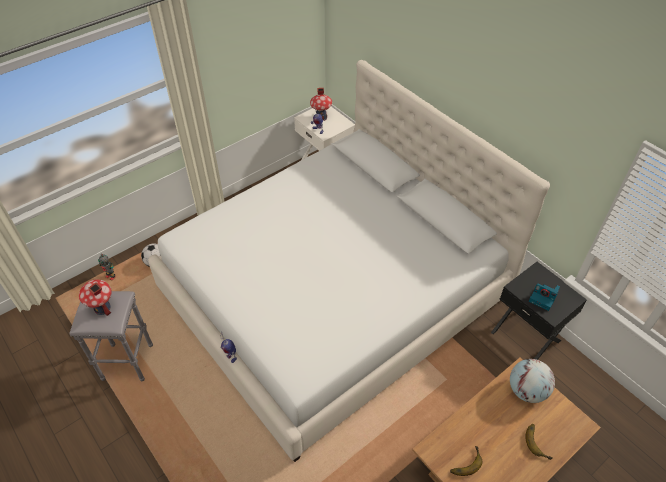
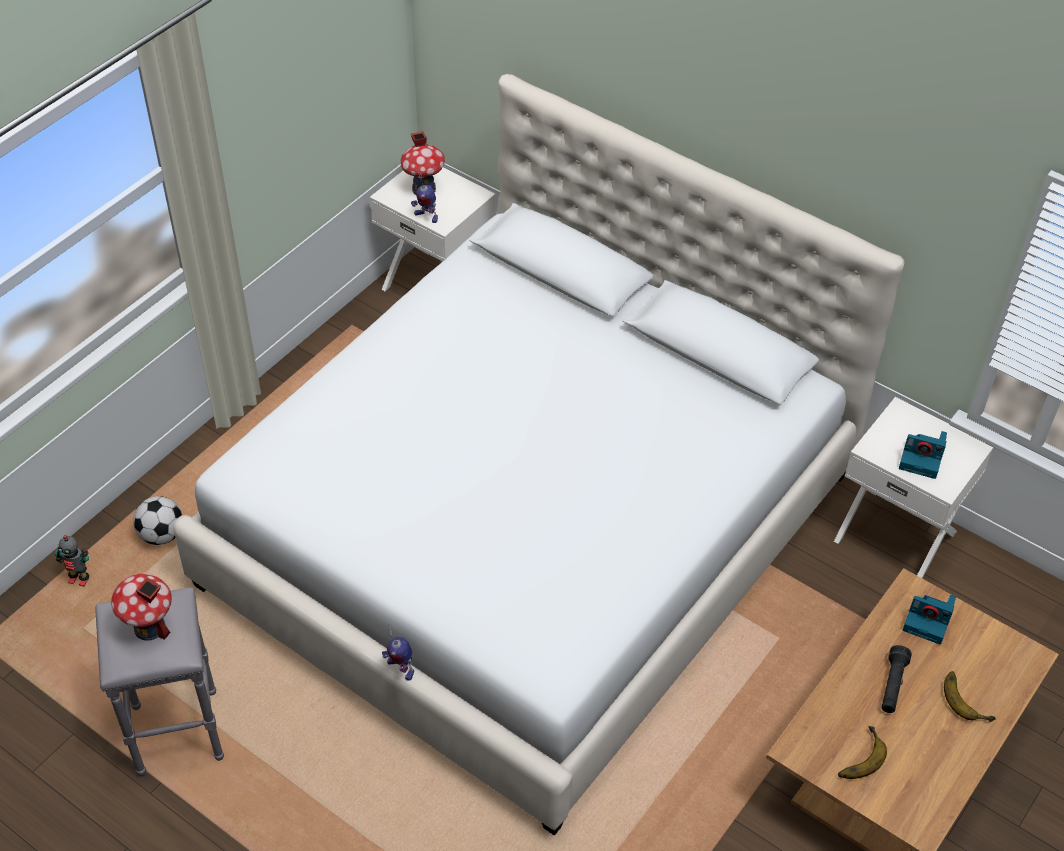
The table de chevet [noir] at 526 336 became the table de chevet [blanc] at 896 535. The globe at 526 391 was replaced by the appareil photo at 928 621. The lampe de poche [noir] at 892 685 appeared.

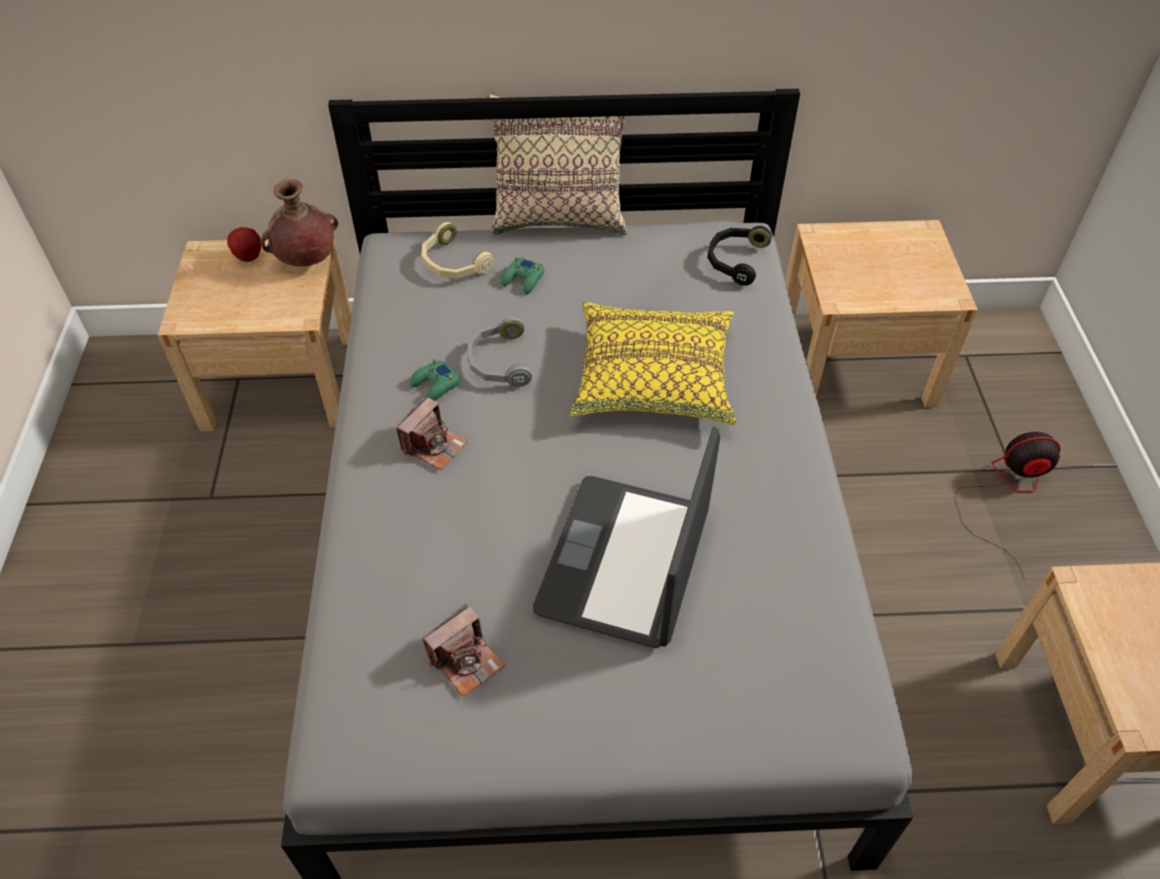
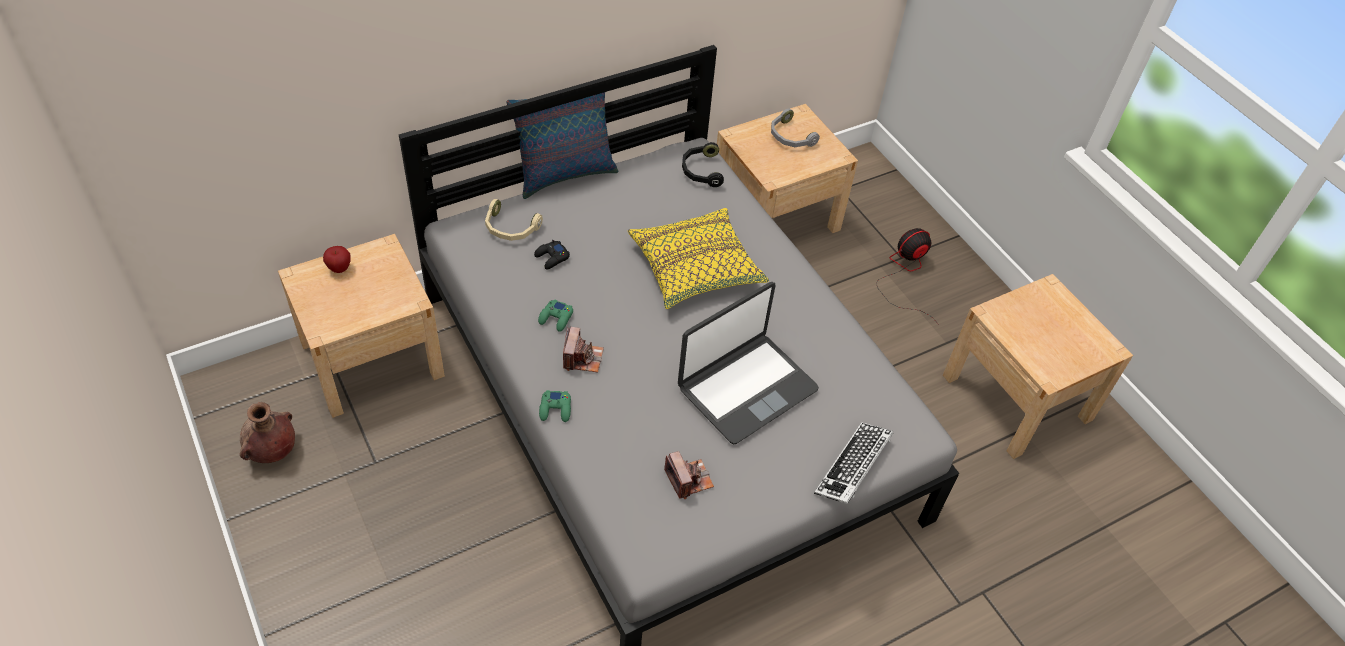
The vase [marron] moved from 306 260 to 272 451. The appareil photo at 466 661 turned 45 degrees counterclockwise. The casque audio [gris] moved from 498 362 to 790 137. The coussin [beige] at 559 222 became the coussin [bleu] at 565 175. The manette [vert] moved from 523 280 to 555 409. The ordinateur portable at 626 562 turned 120 degrees counterclockwise. The manette [noir] at 552 258 appeared. The clavier at 853 466 appeared.

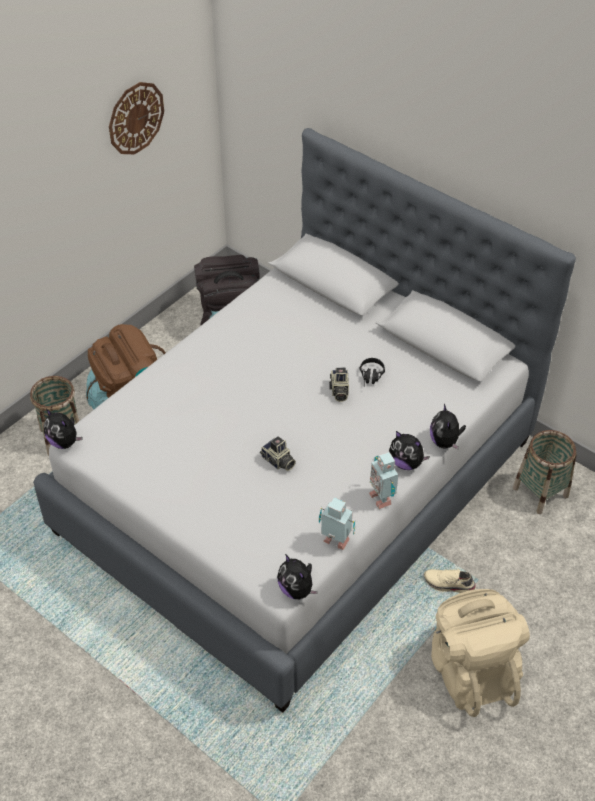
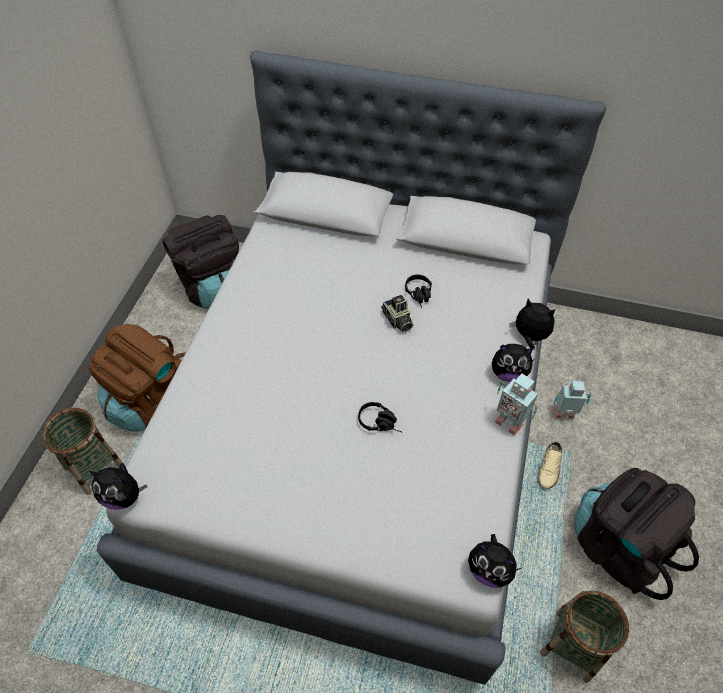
The horloge murale at 135 118 disappeared. The appareil photo at 278 461 was replaced by the casque audio [noir] at 381 423. The robot jouet moved from 336 543 to 564 415. The chaussure [beige] at 448 585 turned 60 degrees counterclockwise. The peluche at 445 442 turned 150 degrees clockwise. The sac à dos [beige] at 471 670 became the sac à dos [noir] at 619 546. The panier moved from 540 492 to 572 645.

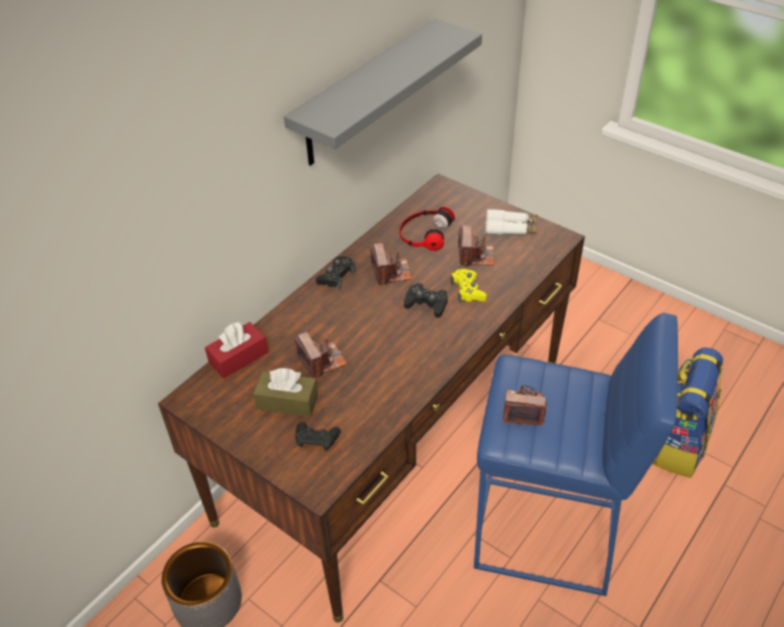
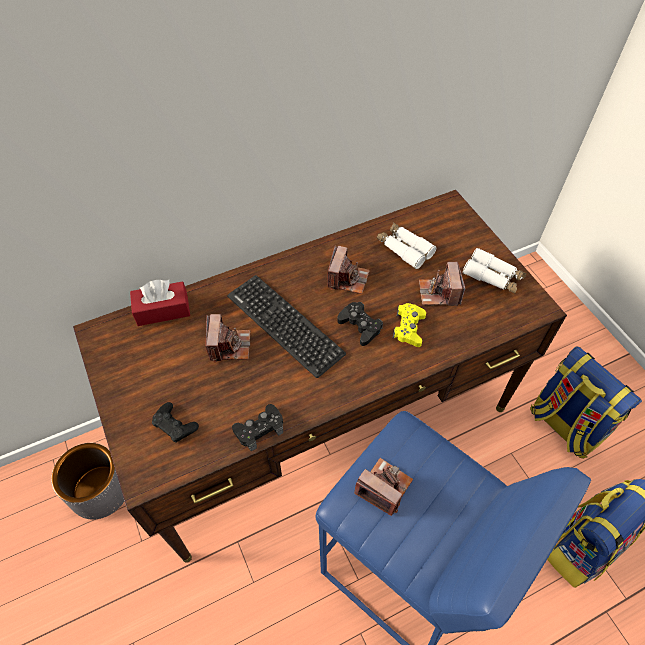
The boîte à mouchoirs [marron] at 287 401 disappeared. The étagère [gris] at 366 94 disappeared. The manette [noir] moved from 336 276 to 259 429. The casque audio at 424 233 was replaced by the jumelles [blanc] at 404 249. The appareil photo at 475 256 turned 150 degrees clockwise. The clavier at 284 325 appeared. The sac à dos at 564 425 appeared.

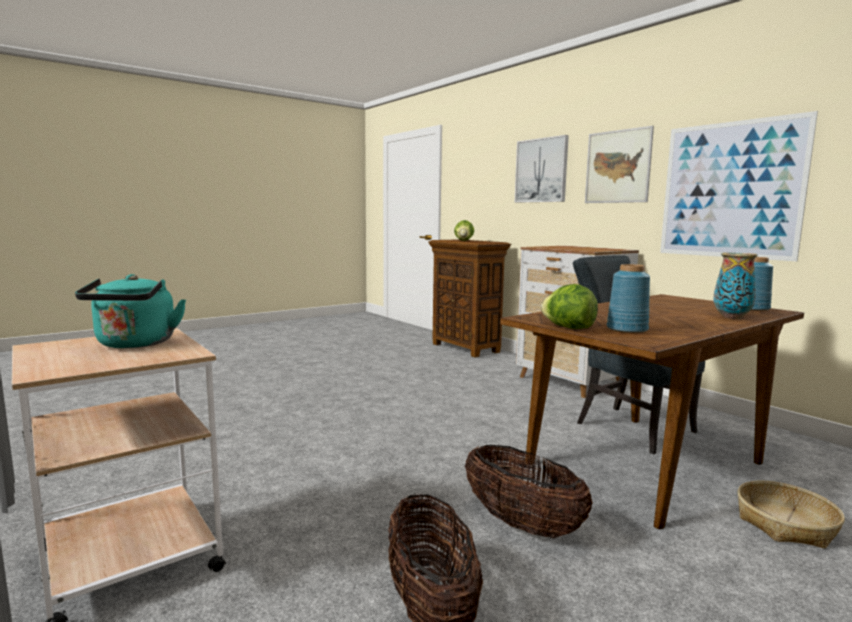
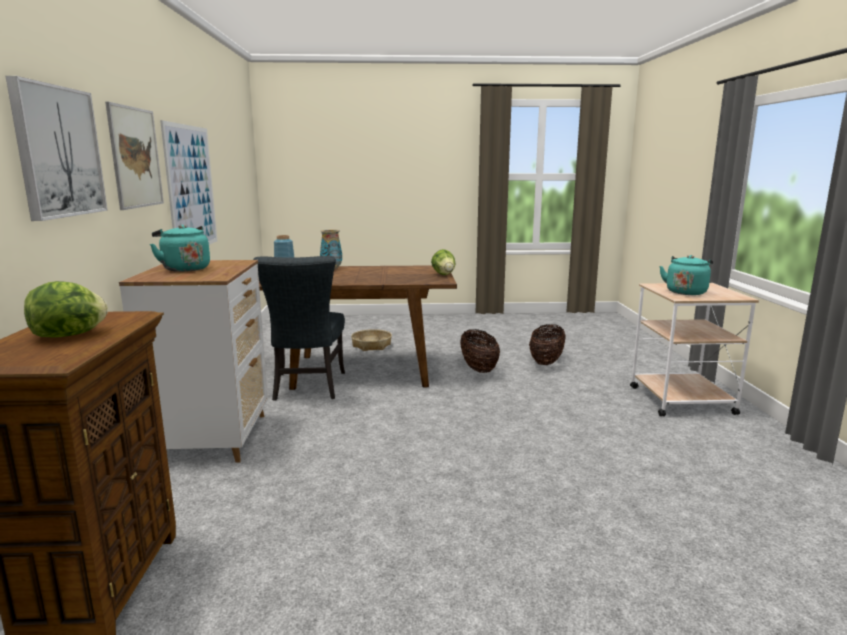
The vase [bleu] at 626 329 disappeared. The bouilloire [turquoise] at 184 269 appeared.

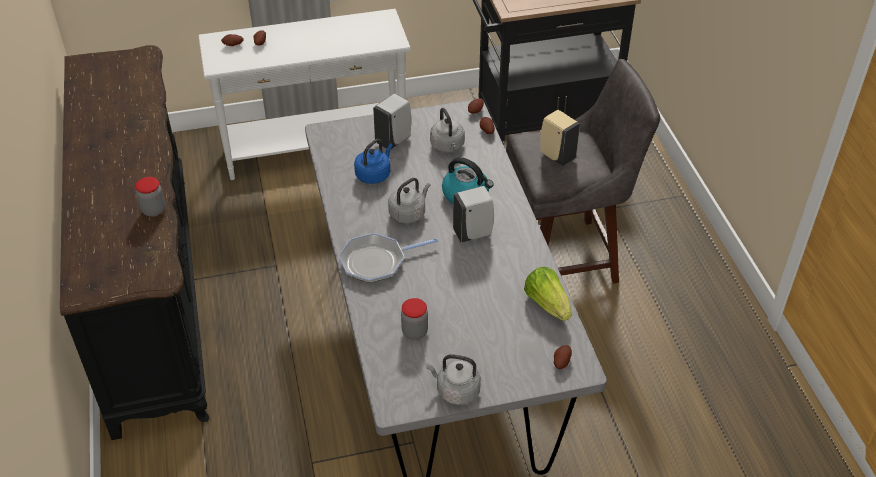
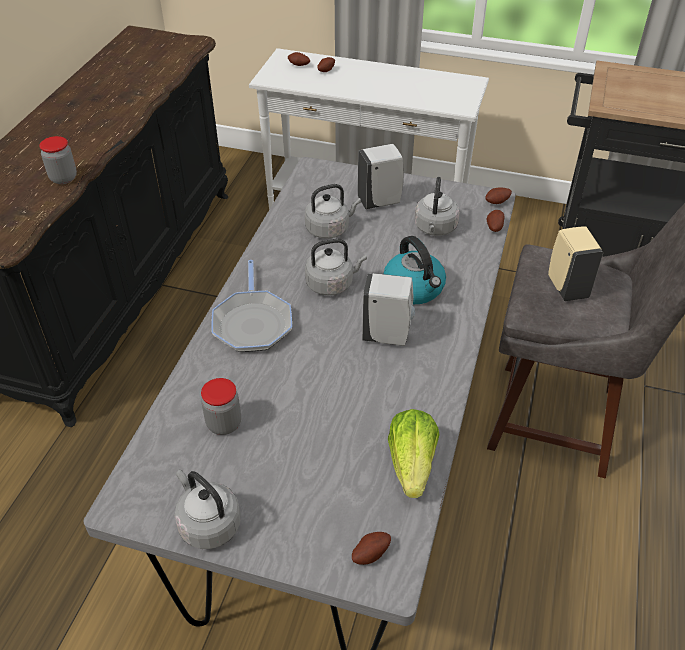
The poêle at 376 261 turned 105 degrees counterclockwise. The bouilloire [bleu] at 374 174 became the bouilloire [gris] at 329 229.

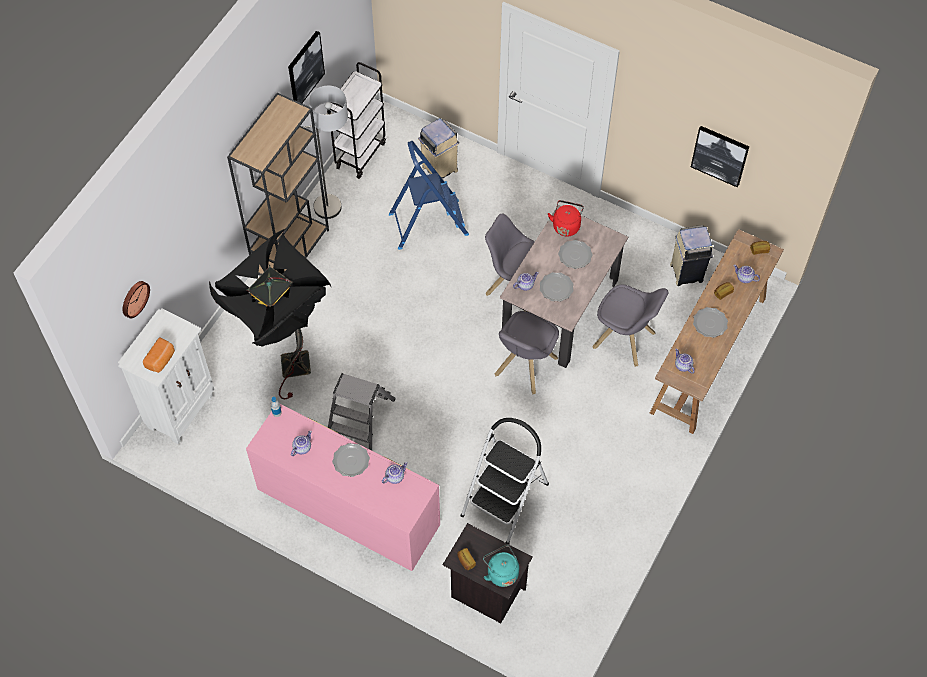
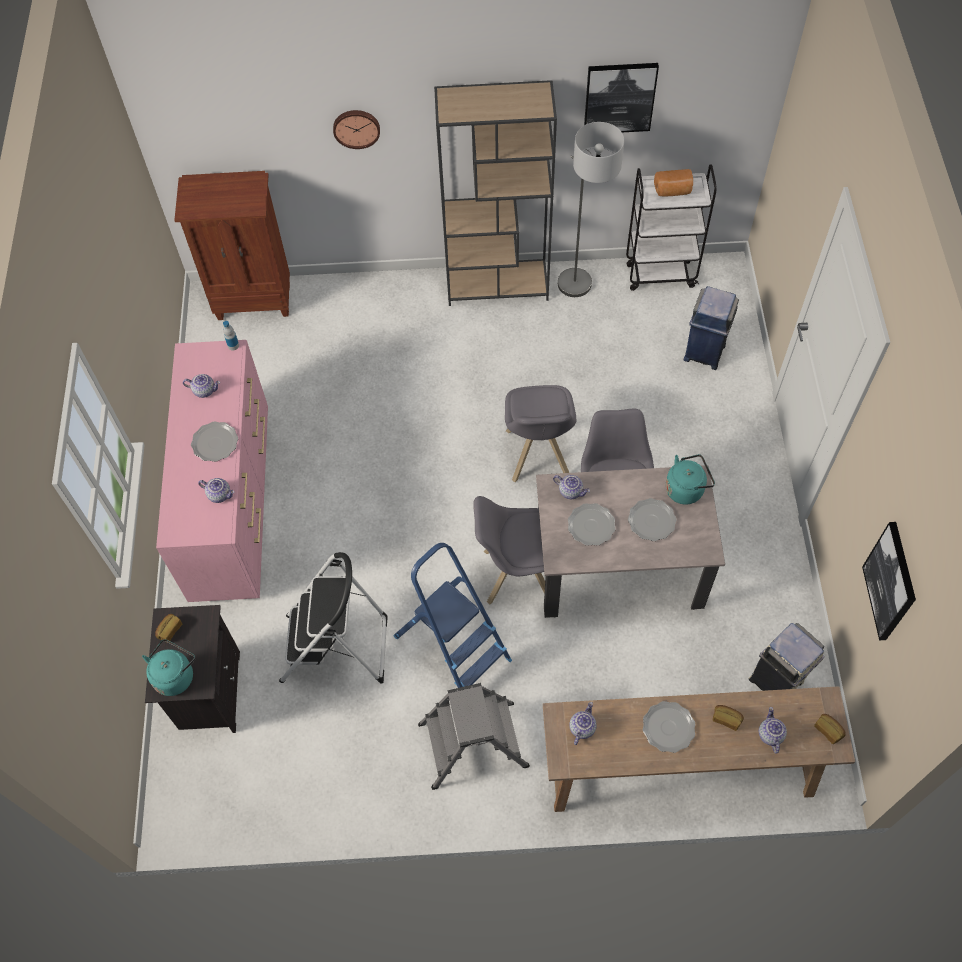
The meuble de rangement [blanc] at 182 412 became the meuble de rangement [marron] at 254 303. The horloge murale moved from 134 298 to 356 127. The pain moved from 161 360 to 673 191. The lampadaire [noir] at 286 365 disappeared. The escabeau [gris] moved from 360 420 to 473 744. The escabeau [bleu] moved from 429 224 to 453 648. The poubelle [beige] at 439 168 became the poubelle [bleu] at 704 351. The bouilloire [rouge] at 566 225 became the bouilloire [turquoise] at 686 489. The chaise [gris] moved from 624 340 to 538 454.

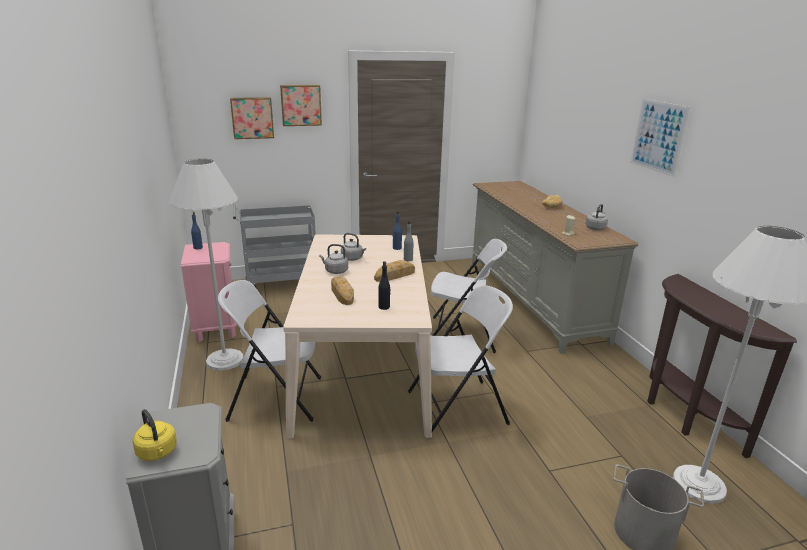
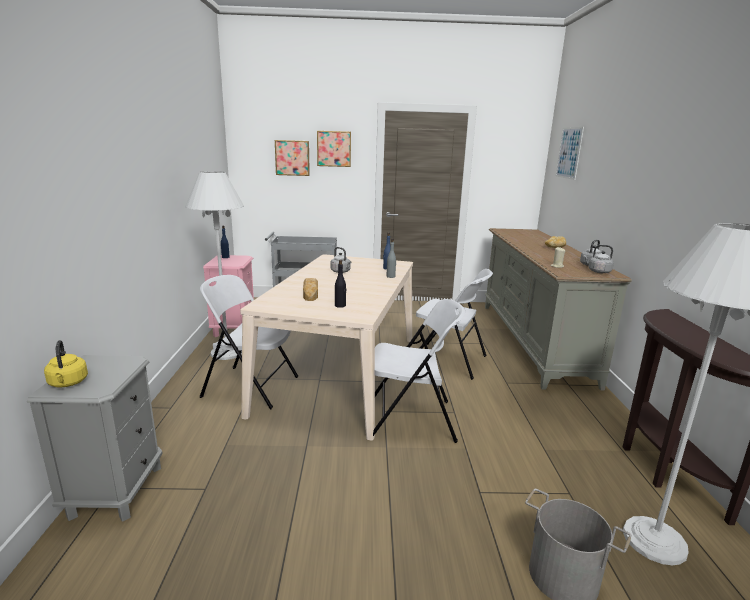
The bouilloire [gris] moved from 335 271 to 598 271. The pain at 395 275 disappeared. The tableau moved from 658 136 to 569 153.

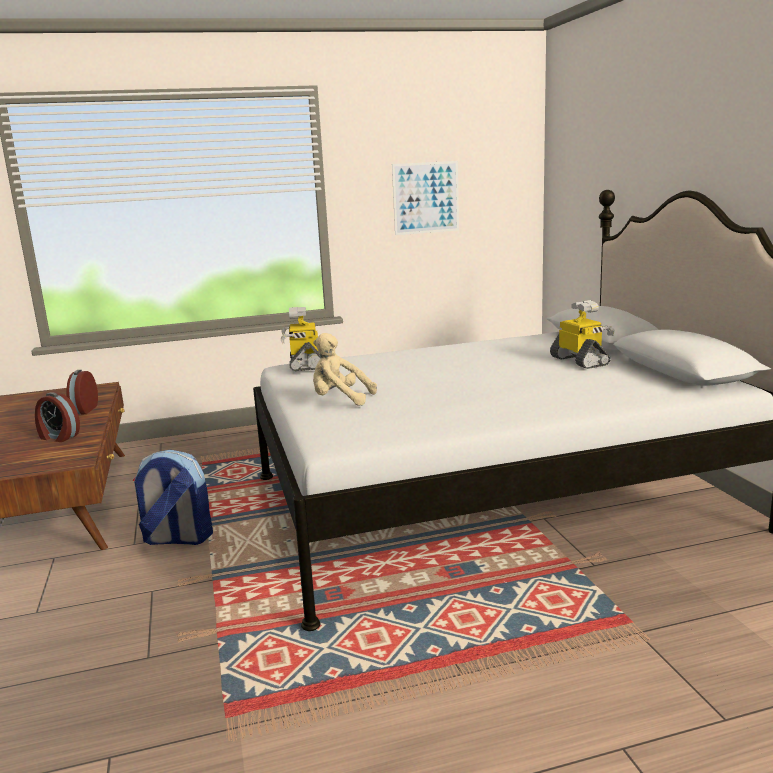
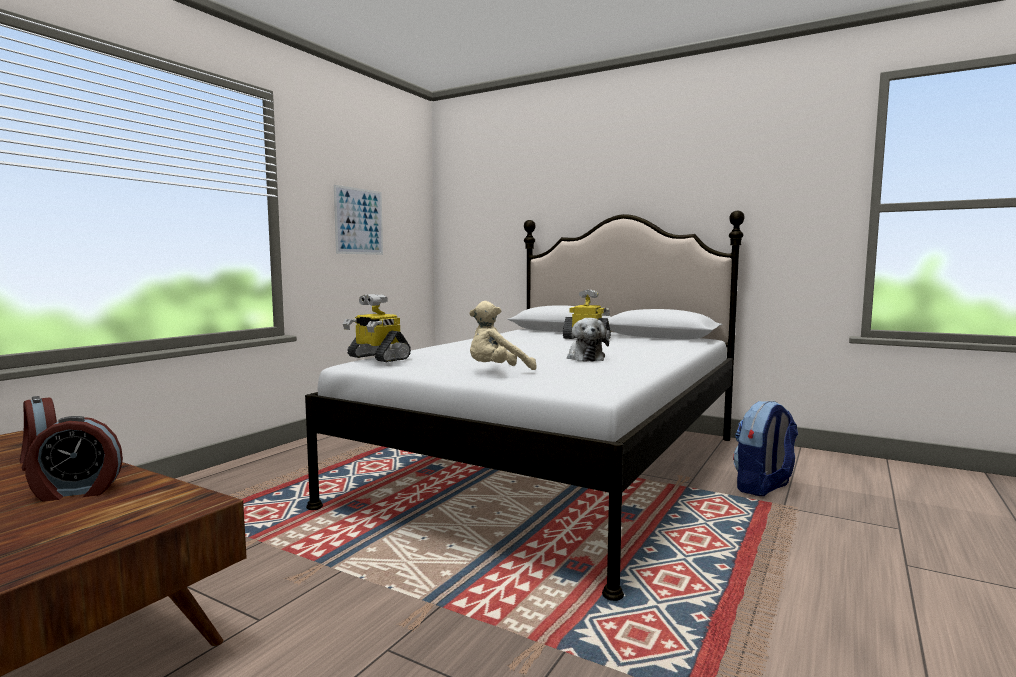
The sac à dos moved from 177 539 to 763 488. The peluche at 585 358 appeared.

